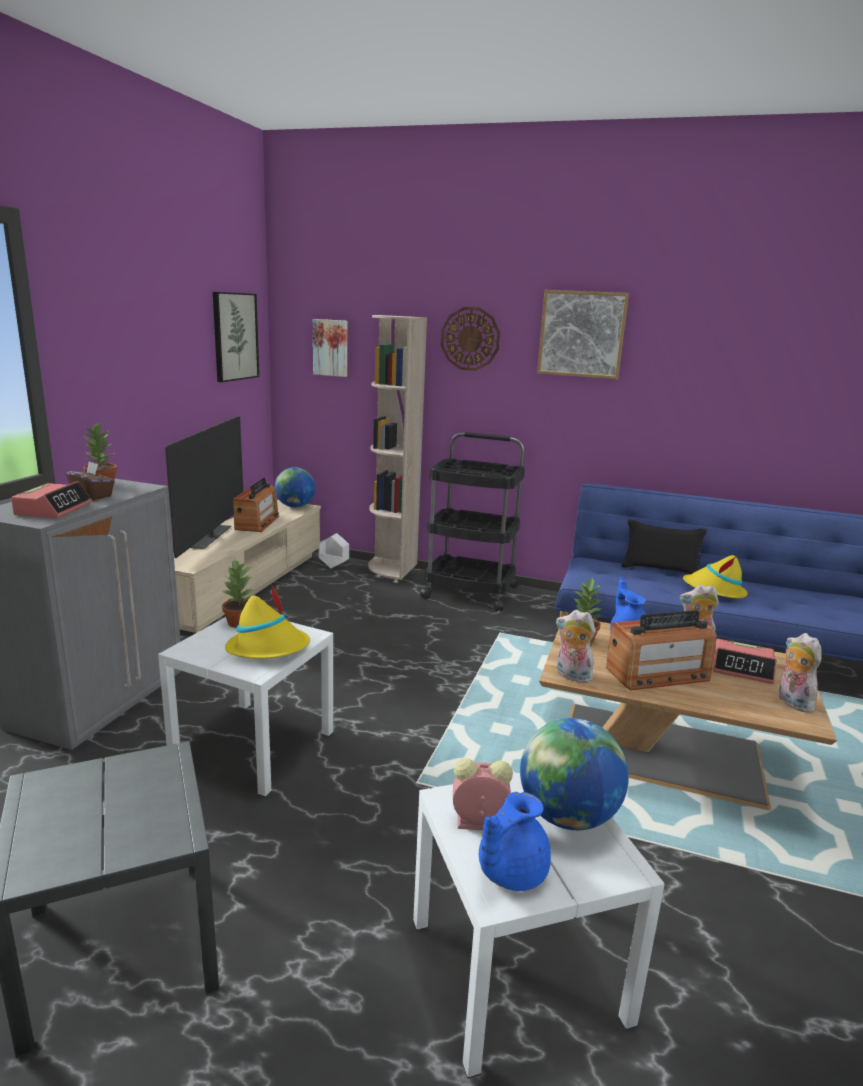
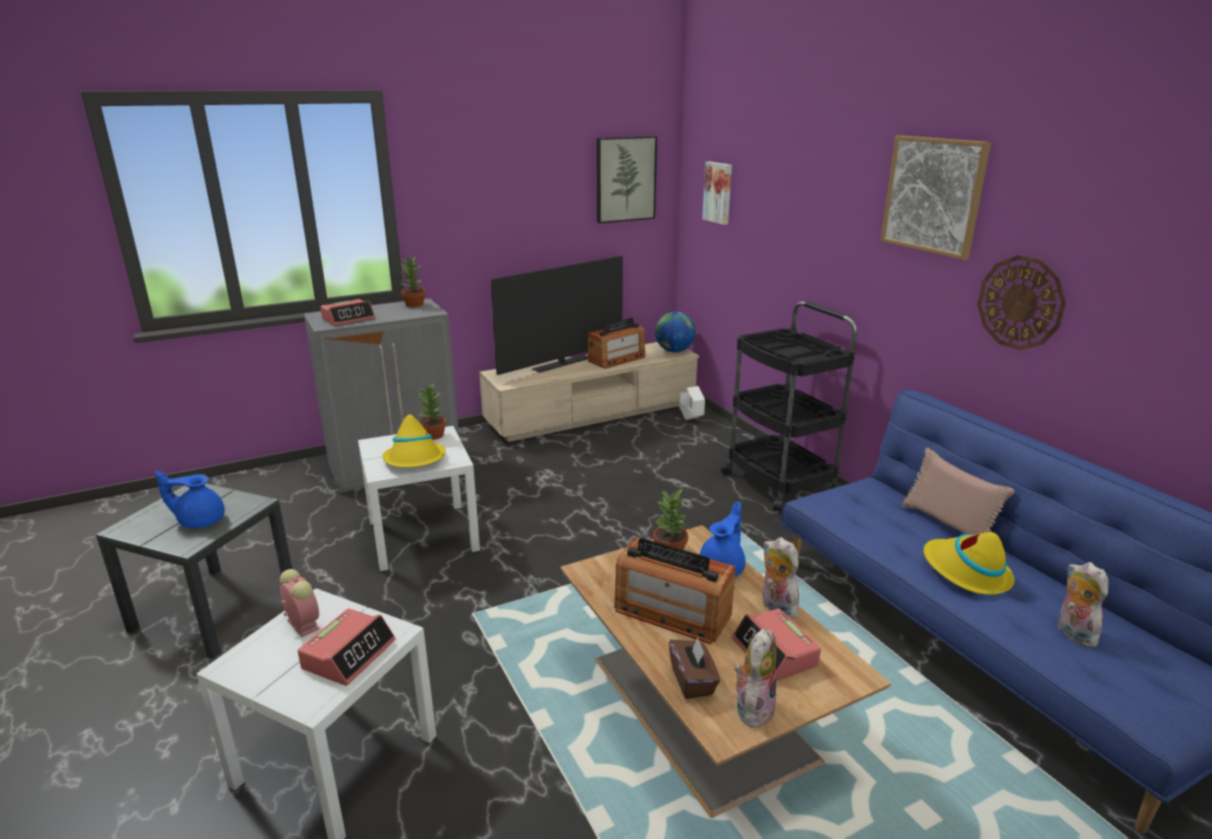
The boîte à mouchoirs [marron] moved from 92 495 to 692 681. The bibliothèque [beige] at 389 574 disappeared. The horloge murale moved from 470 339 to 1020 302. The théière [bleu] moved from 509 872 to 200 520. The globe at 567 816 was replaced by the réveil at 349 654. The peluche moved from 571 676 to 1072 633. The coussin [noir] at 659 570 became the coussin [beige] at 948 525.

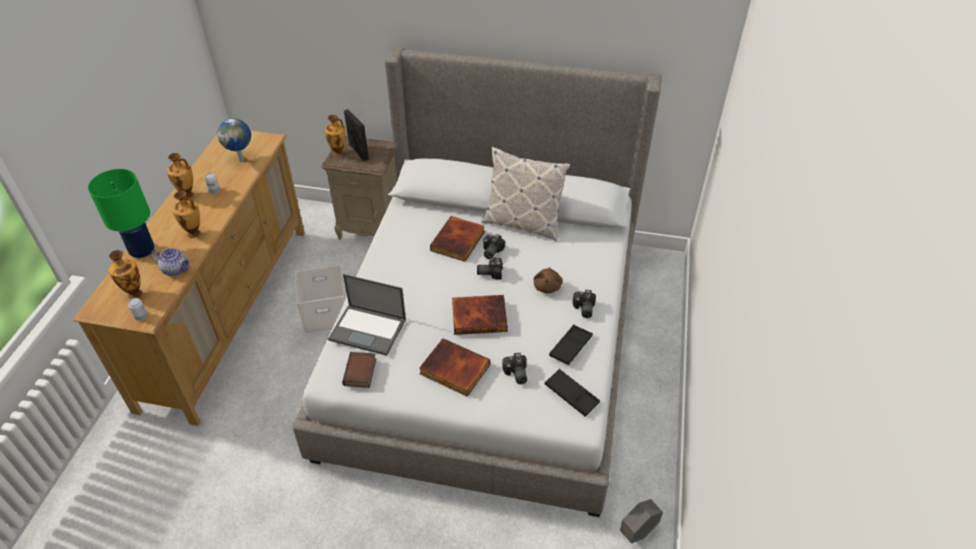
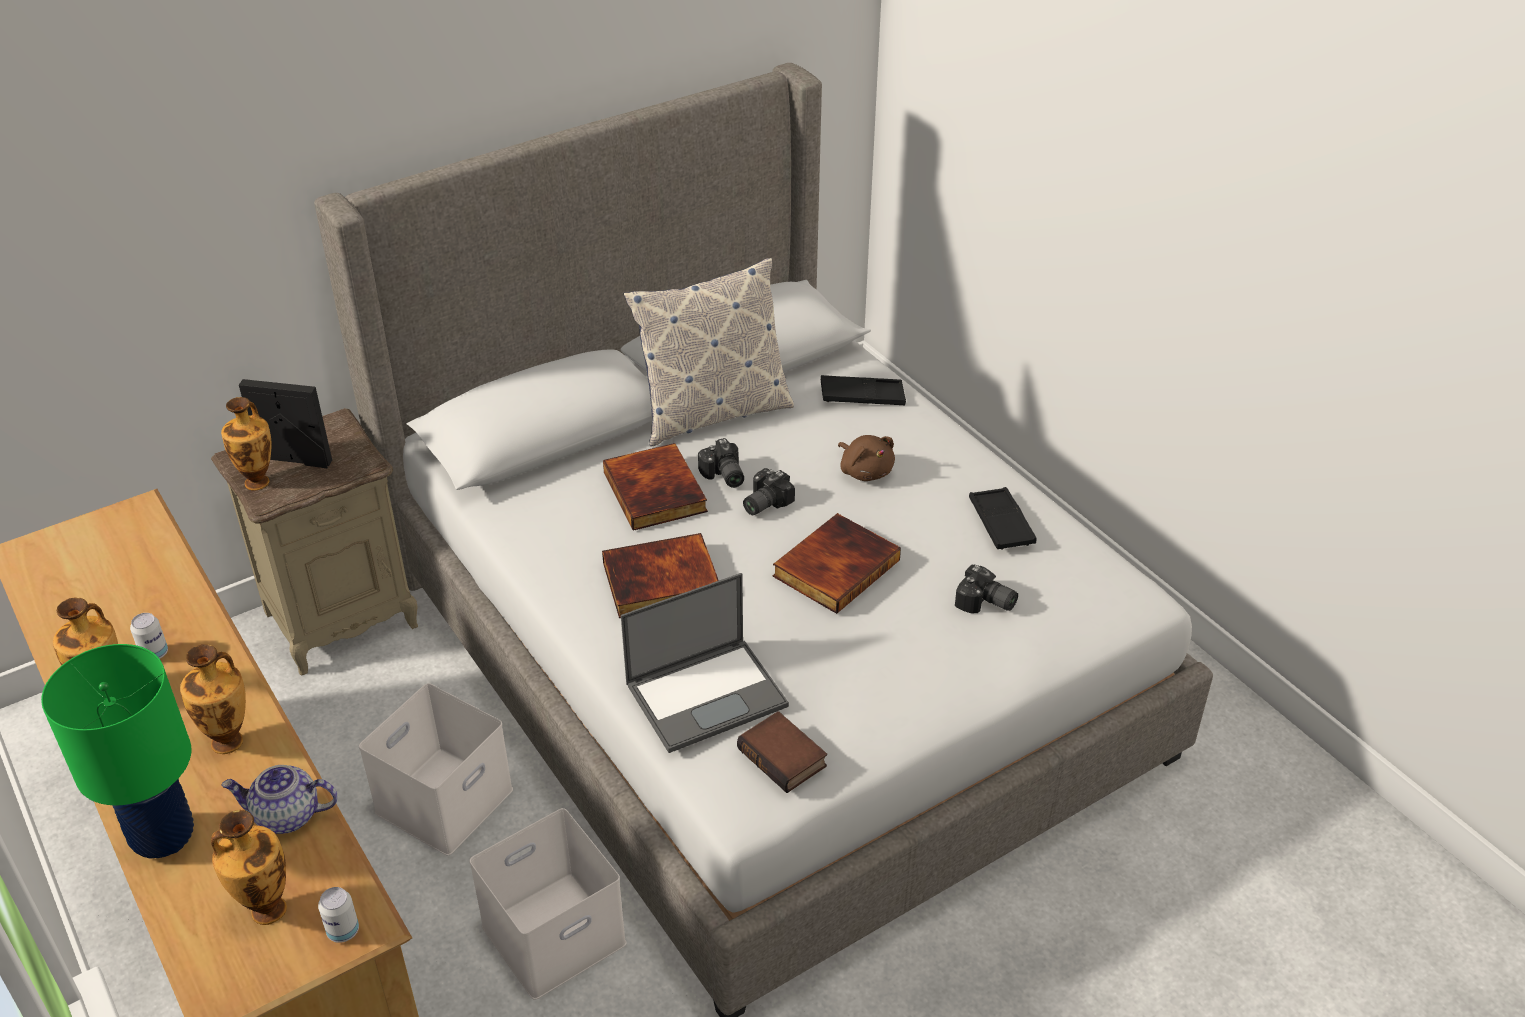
The théière at 176 269 turned 150 degrees counterclockwise. The globe at 242 159 disappeared. The livre moved from 453 370 to 661 582. The plateau [noir] moved from 571 395 to 862 396. The appareil photo at 583 309 disappeared. The cache-pot [gris] at 637 532 disappeared. The boîte de rangement [blanc] at 554 931 appeared.

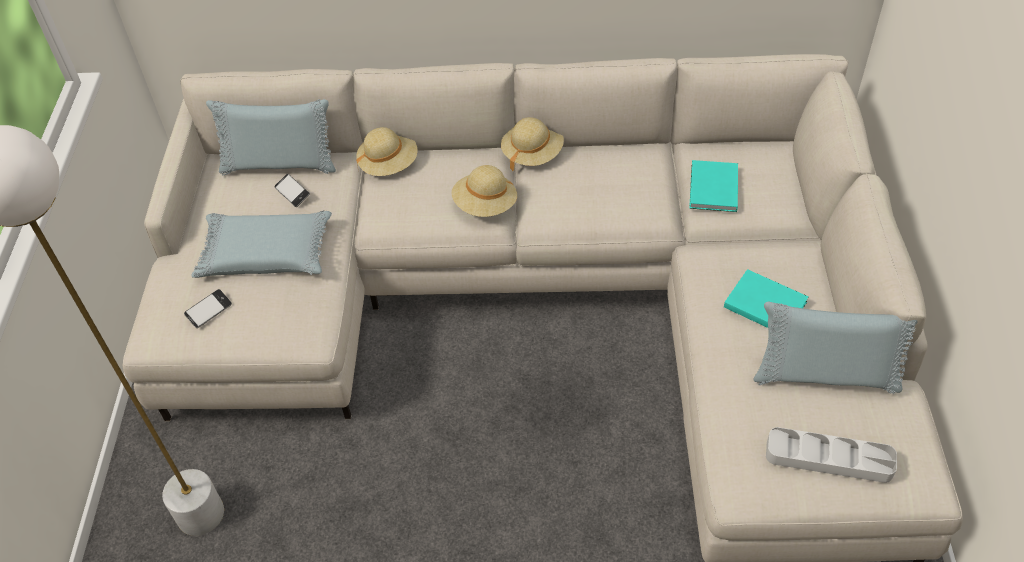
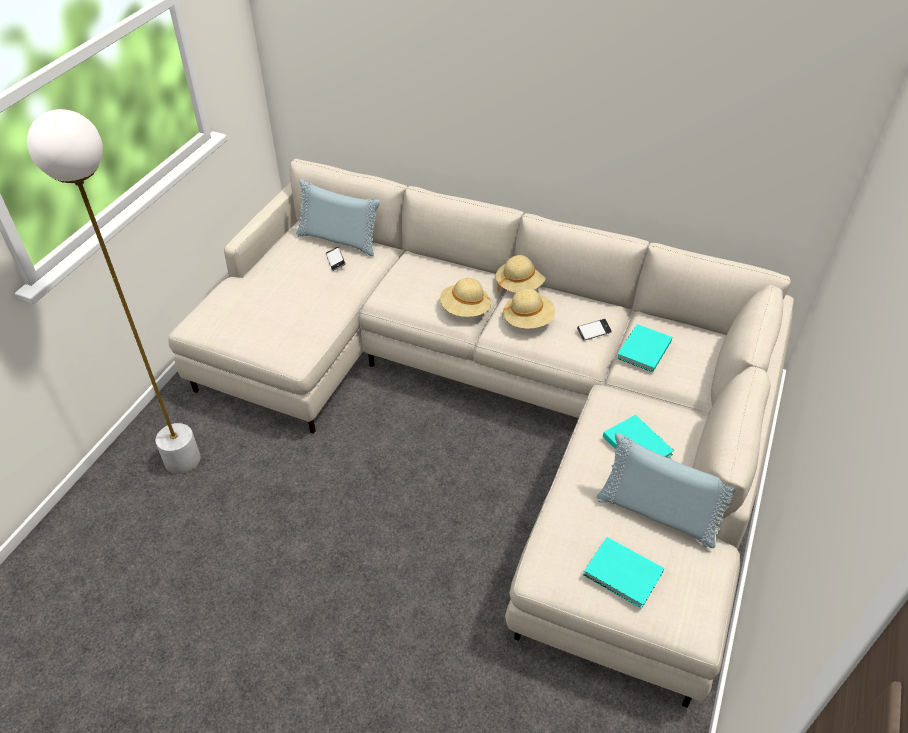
The téléphone moved from 209 311 to 593 332. The coussin [bleu] at 265 251 disappeared. The chapeau [beige] moved from 388 164 to 528 320. The plateau [gris] at 828 458 was replaced by the livre [turquoise] at 624 575.

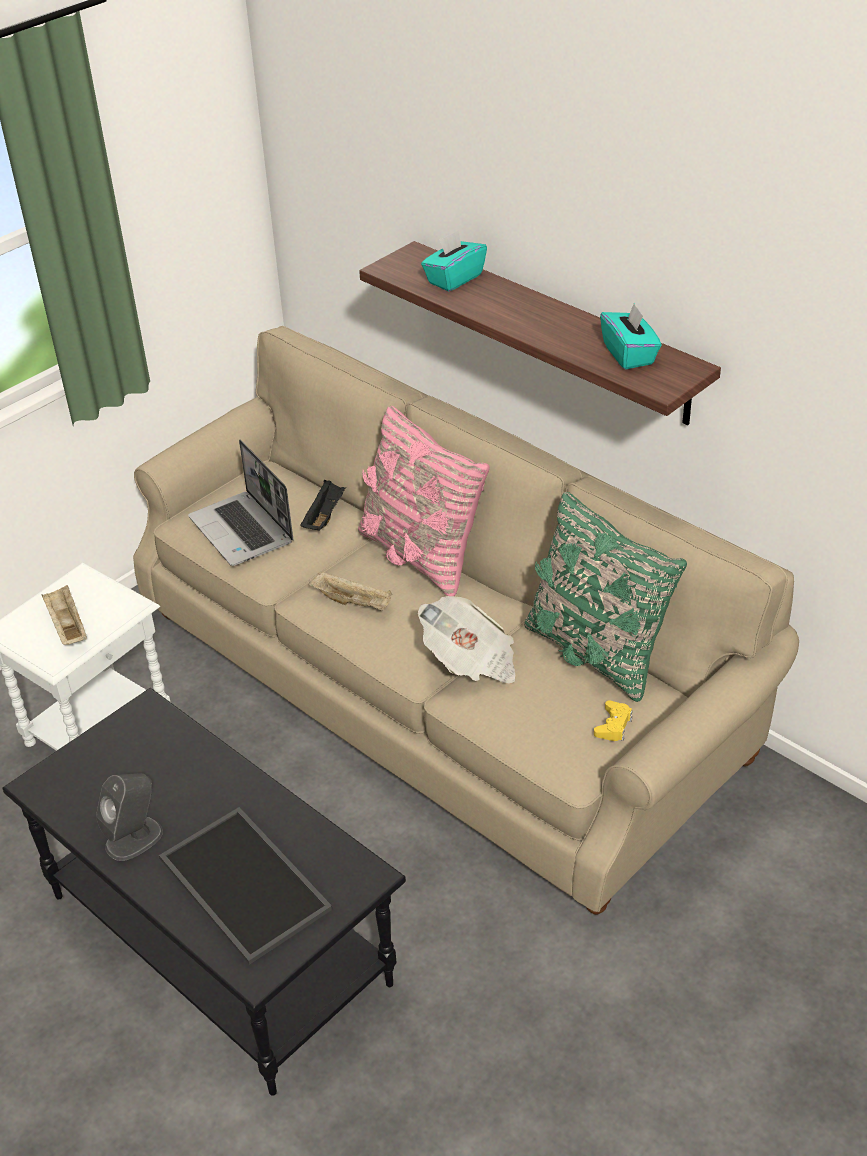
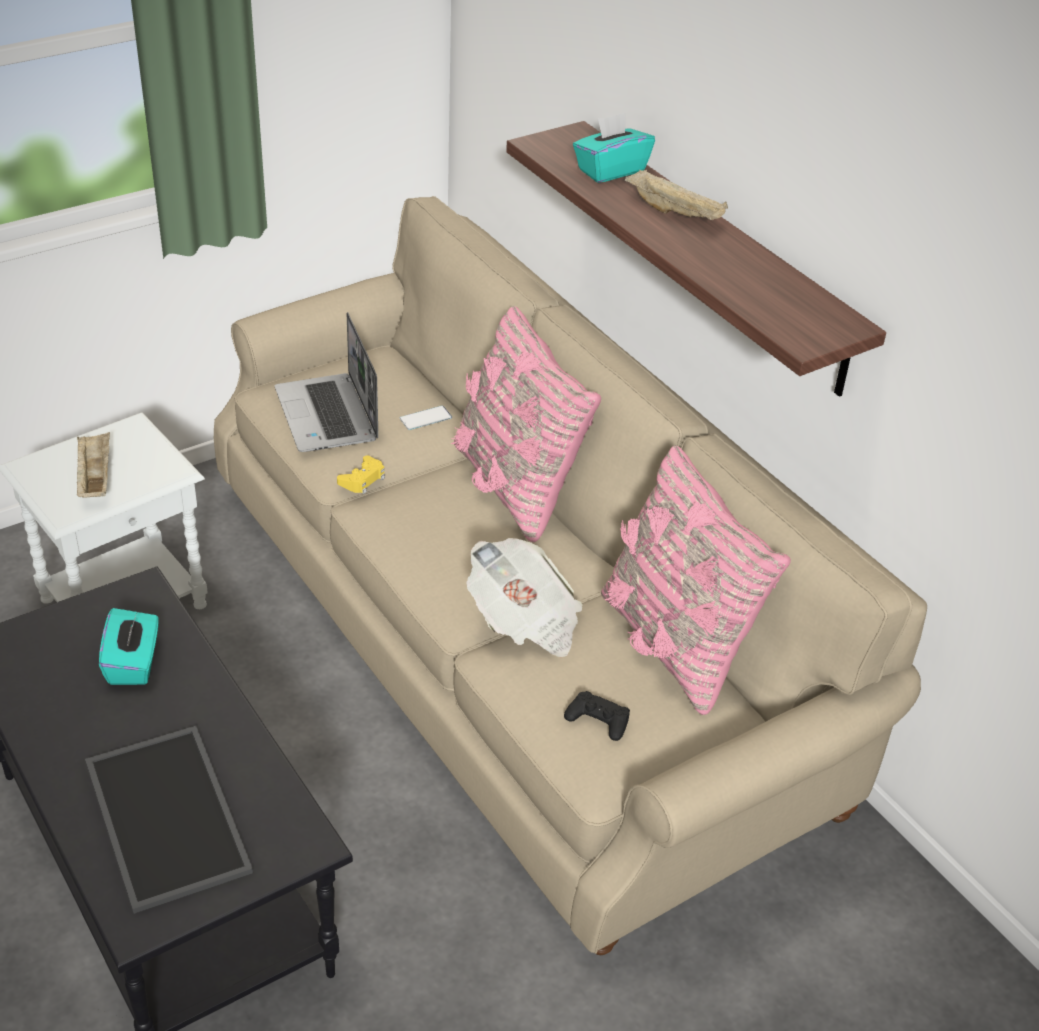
The enceinte [gris] at 135 838 disappeared. The plateau [noir] at 325 515 was replaced by the téléphone at 425 418. The plateau [beige] moved from 353 602 to 675 213. The coussin [vert] at 595 653 became the coussin [rose] at 673 645. The manette [jaune] moved from 613 725 to 362 479. The boîte à mouchoirs [turquoise] moved from 629 354 to 133 663. The manette [noir] at 598 720 appeared.

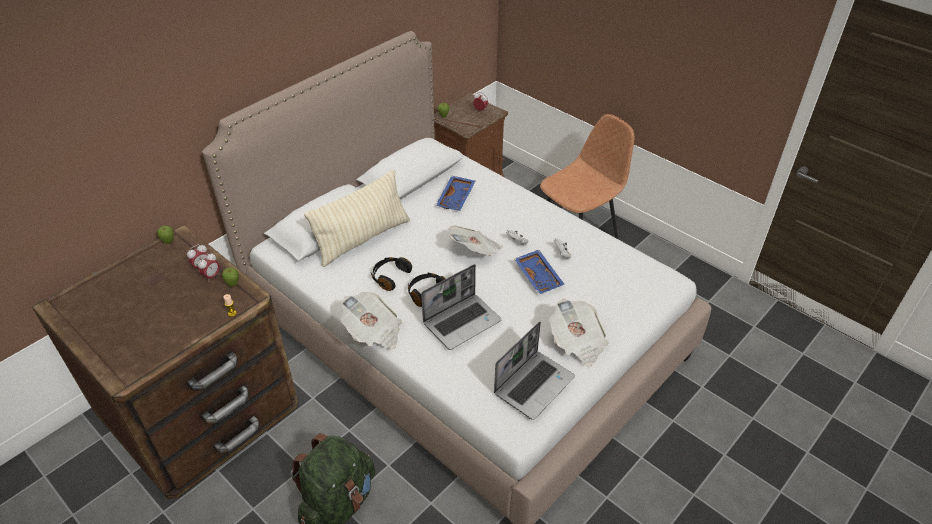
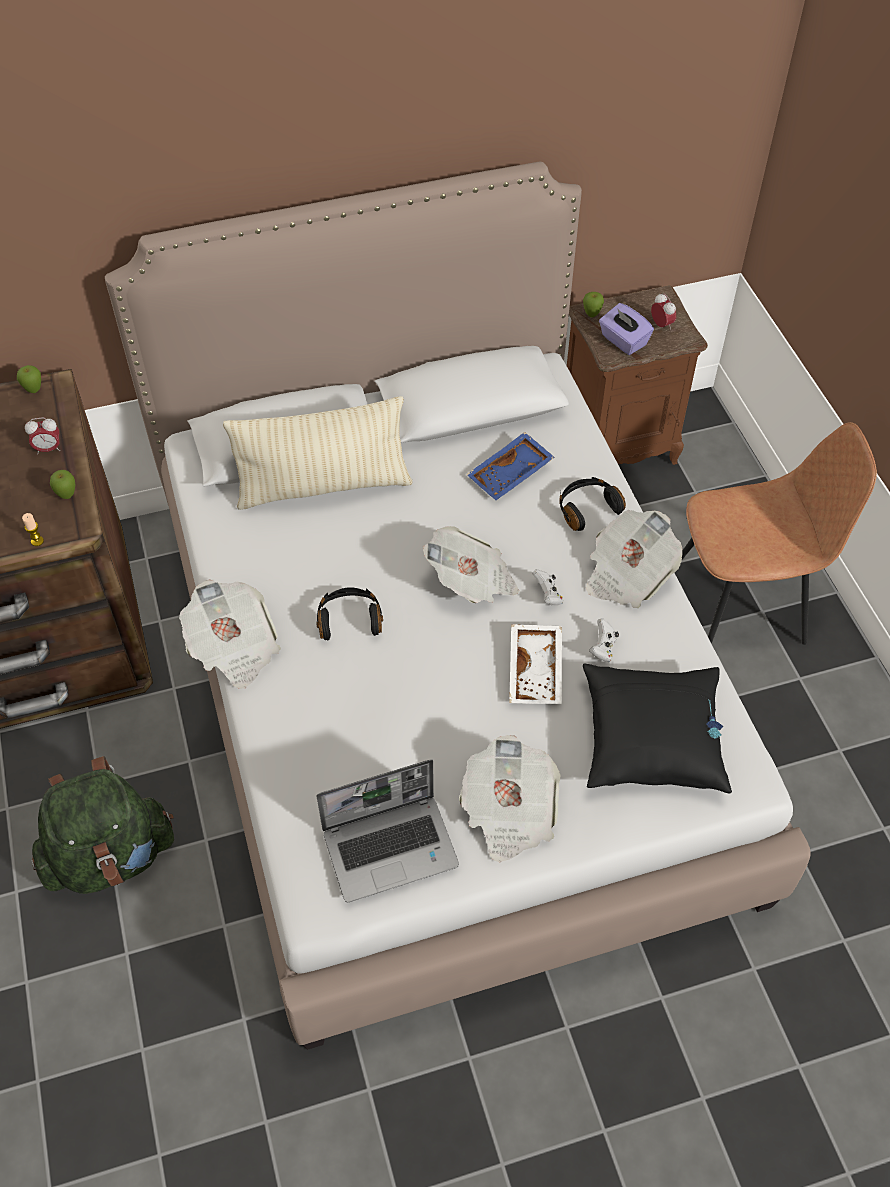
The réveil at 212 276 disappeared. The casque audio [noir] moved from 390 277 to 587 509. The ordinateur portable at 462 321 disappeared. The plateau [bleu] at 539 276 became the plateau [blanc] at 537 671. The coussin [noir] at 651 740 appeared. The journal at 627 574 appeared. The boîte à mouchoirs [violet] at 623 341 appeared.

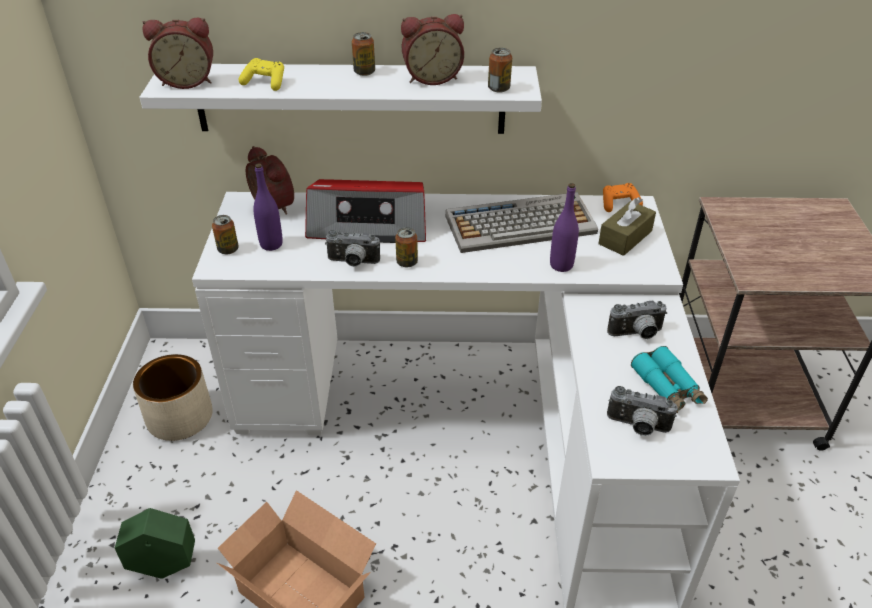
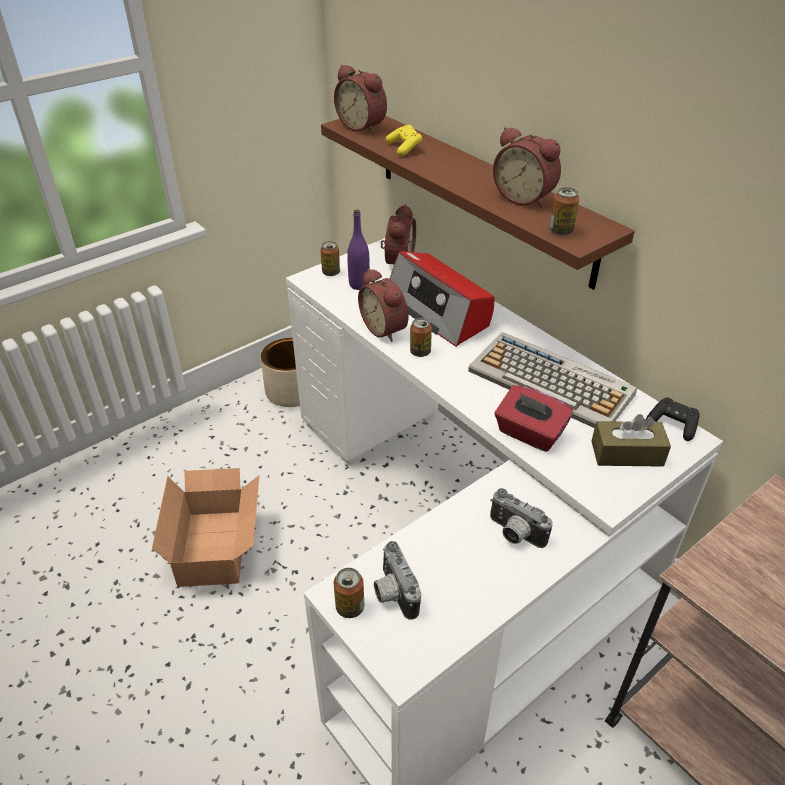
The cache-pot [vert] at 164 565 disappeared. The étagère [blanc] at 350 98 became the étagère [marron] at 481 194. The appareil photo at 353 263 was replaced by the réveil at 386 328. The boîte métallique moved from 364 72 to 350 607. The bouteille [violet] at 561 265 was replaced by the boîte à mouchoirs [rouge] at 529 434. The manette [orange] at 619 204 became the manette [noir] at 672 425. The jumelles [turquoise] at 667 387 disappeared.

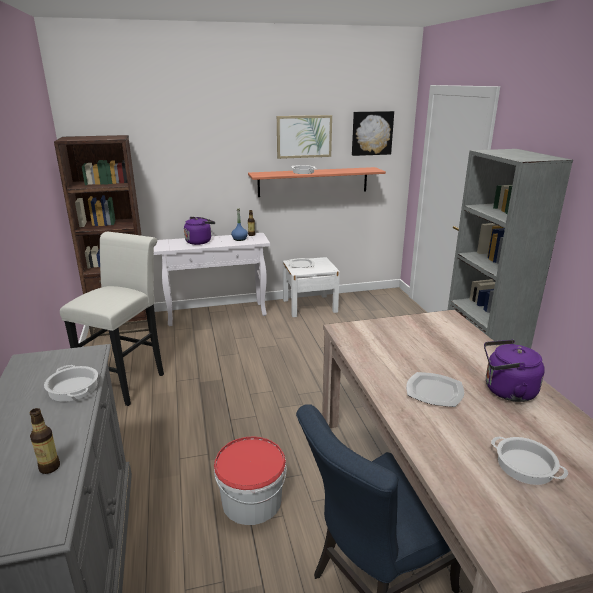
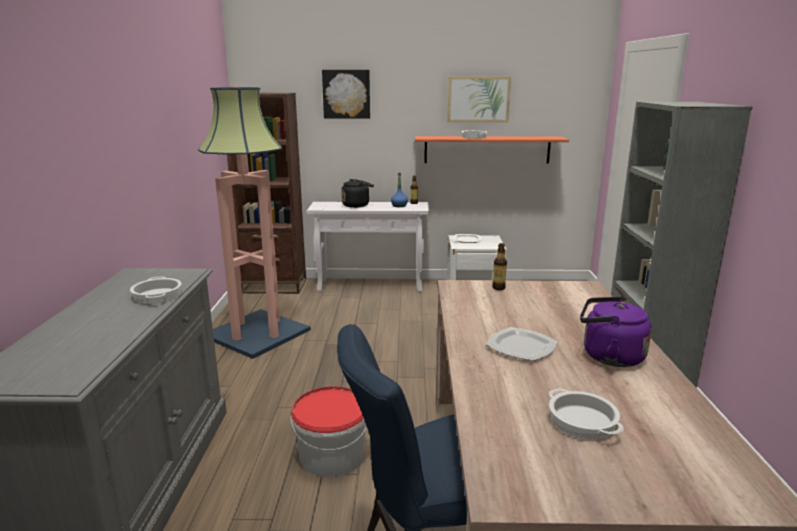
The bouteille moved from 49 467 to 498 288. The tabouret [blanc] at 127 380 was replaced by the lampadaire at 257 333. The bouilloire [violet] at 199 241 became the bouilloire [noir] at 357 205. The tableau moved from 371 133 to 346 94.

